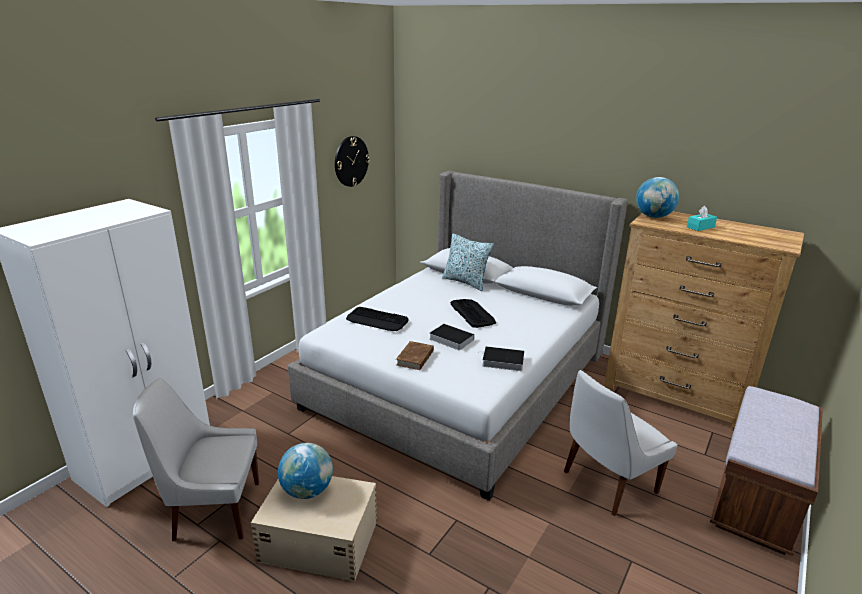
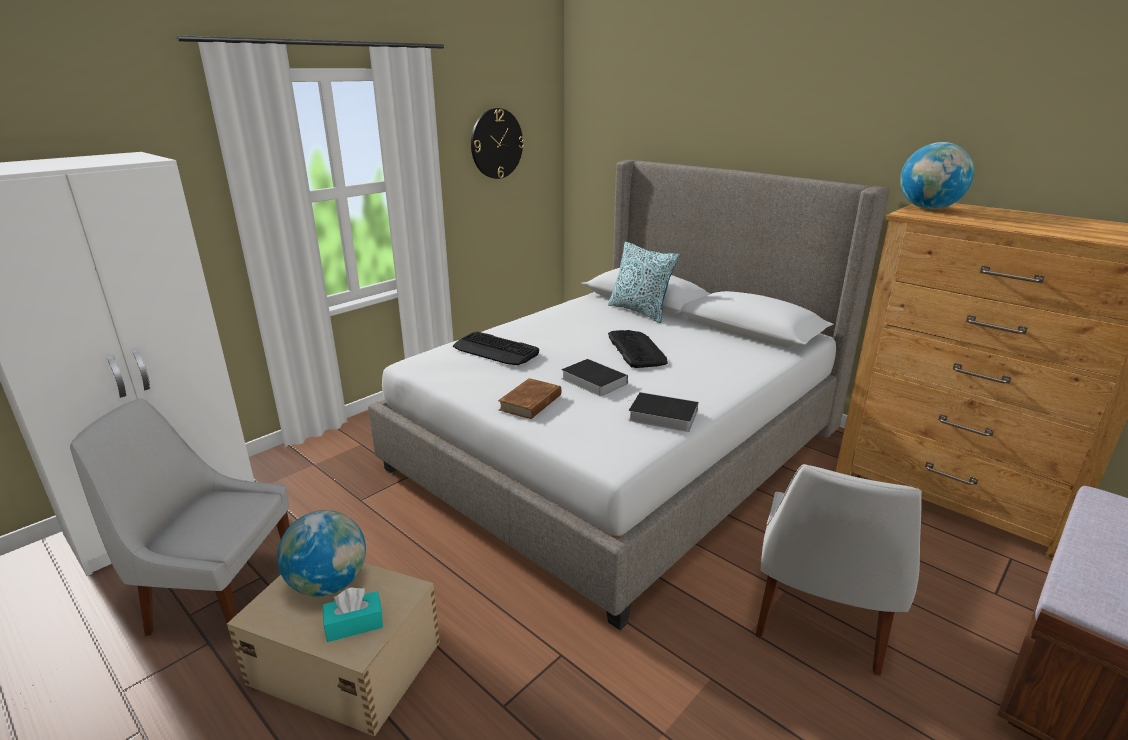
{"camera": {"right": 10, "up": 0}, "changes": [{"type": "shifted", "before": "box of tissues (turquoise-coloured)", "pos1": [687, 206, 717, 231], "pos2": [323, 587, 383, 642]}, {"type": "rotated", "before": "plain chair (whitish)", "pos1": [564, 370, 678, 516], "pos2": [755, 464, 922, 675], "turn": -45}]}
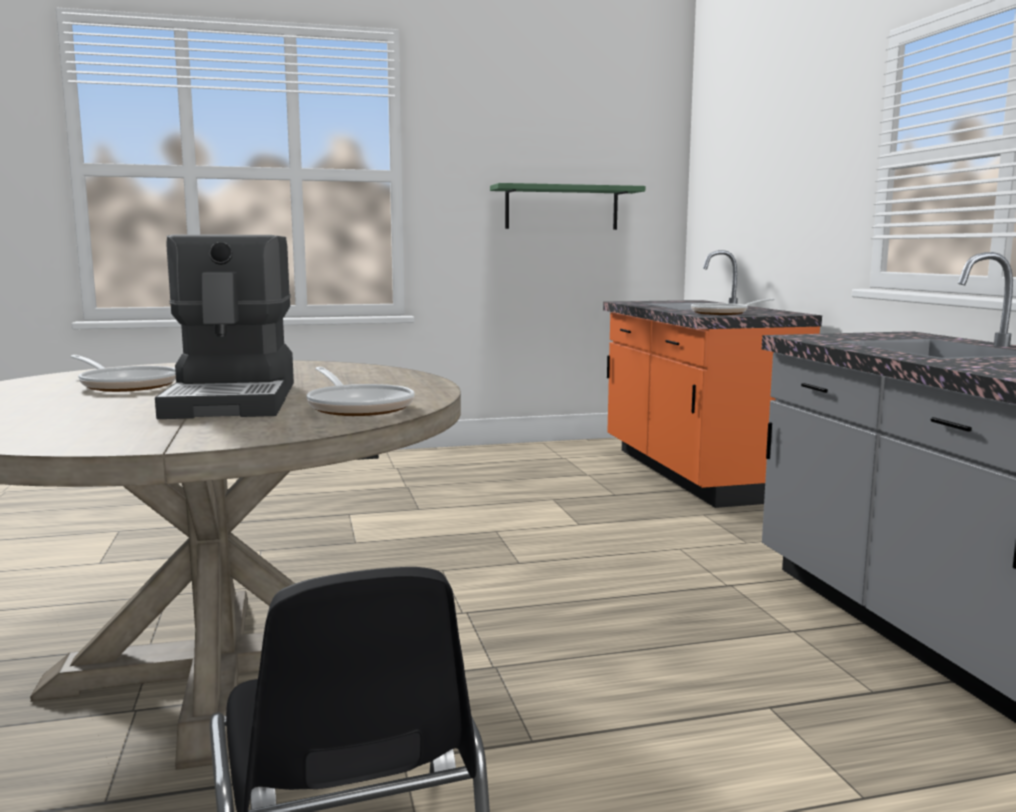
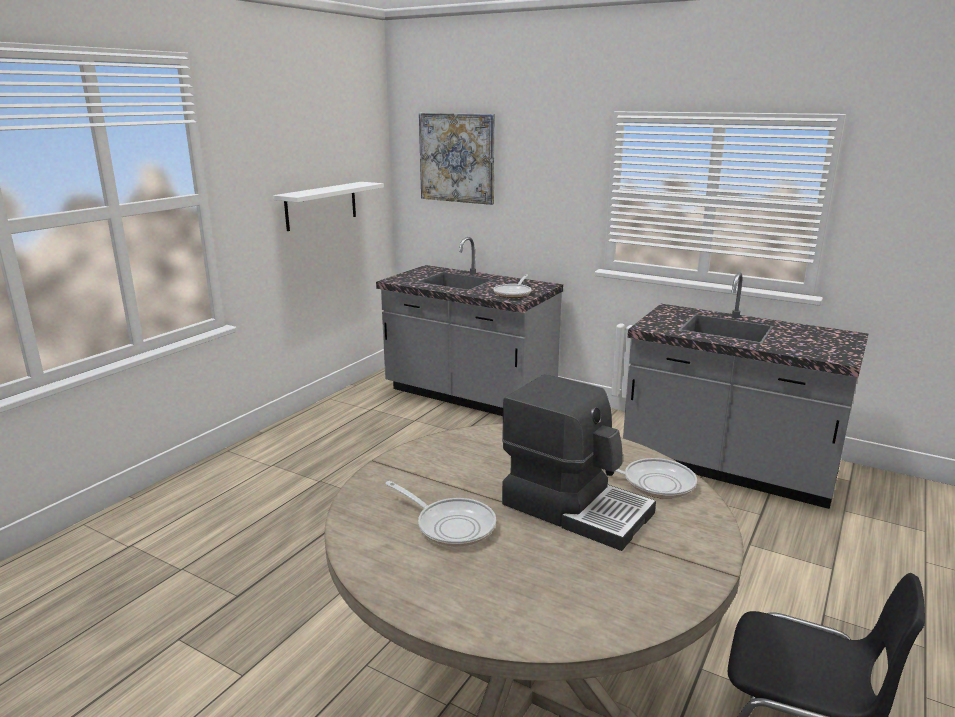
{"camera": {"right": -45, "up": 10}, "changes": [{"type": "new", "after": "picture", "pos2": [419, 113, 495, 205]}, {"type": "repainted", "before": "bracket shelf (green-coloured)", "after": "bracket shelf (whitish)", "pos1": [490, 183, 645, 230], "pos2": [273, 182, 384, 231]}, {"type": "repainted", "before": "kitchen counter (orange)", "after": "kitchen counter (gray)", "pos1": [603, 250, 822, 508], "pos2": [376, 237, 563, 416]}, {"type": "rotated", "before": "skillet", "pos1": [70, 355, 176, 392], "pos2": [385, 481, 496, 547], "turn": 45}]}
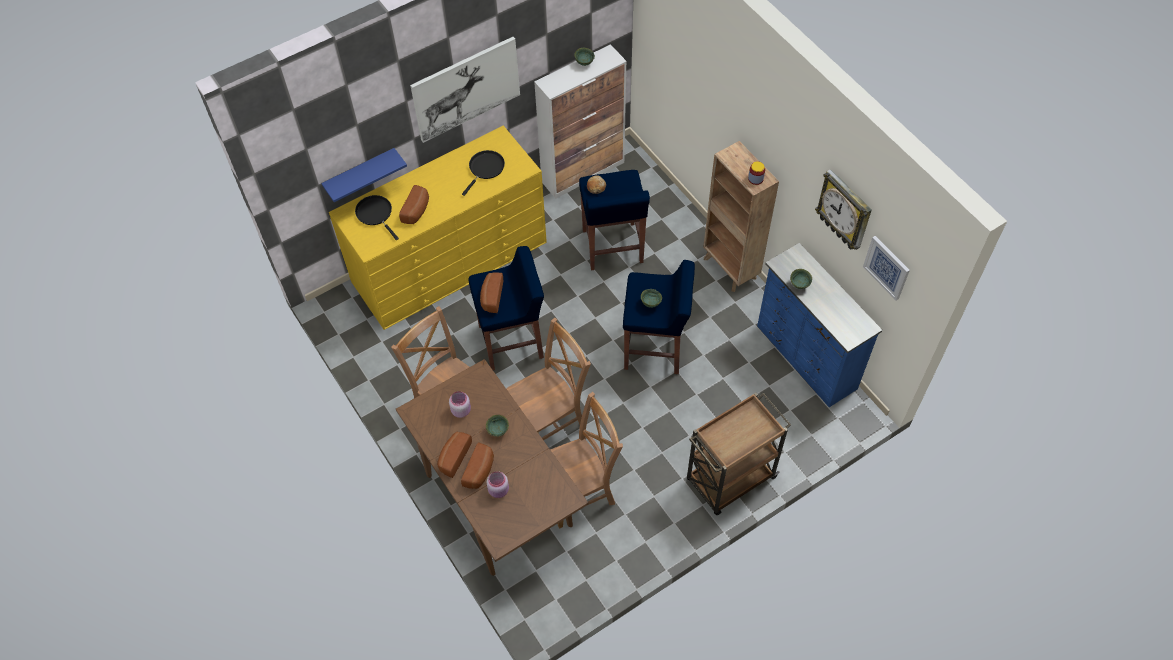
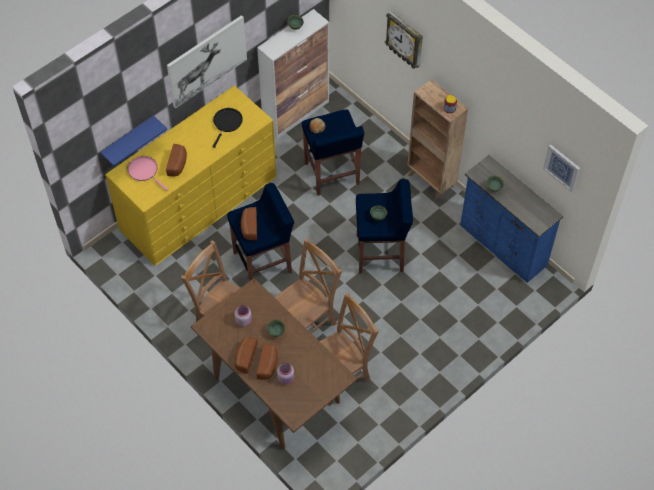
{"camera": {"right": -10, "up": 0}, "changes": [{"type": "gone", "before": "wheeled cart (brown)", "pos1": [687, 392, 791, 515]}, {"type": "shifted", "before": "hanging clock", "pos1": [815, 169, 872, 250], "pos2": [385, 11, 423, 69]}, {"type": "repainted", "before": "skillet (black-coloured)", "after": "skillet (pink-coloured)", "pos1": [355, 195, 399, 240], "pos2": [127, 156, 168, 191]}]}
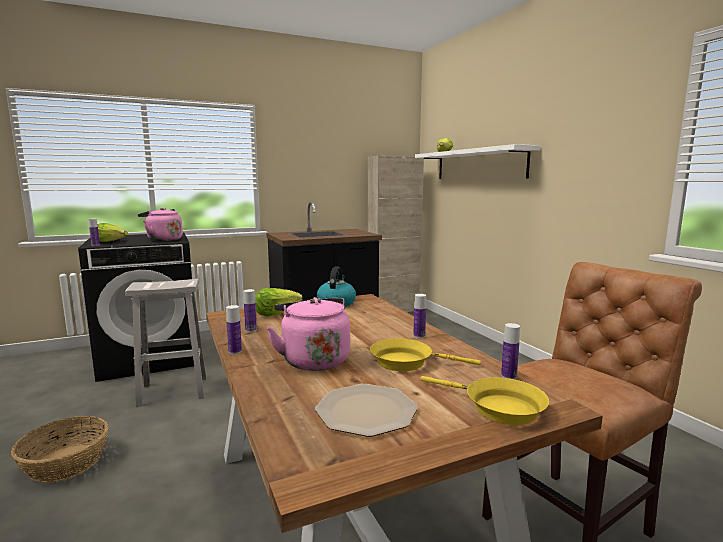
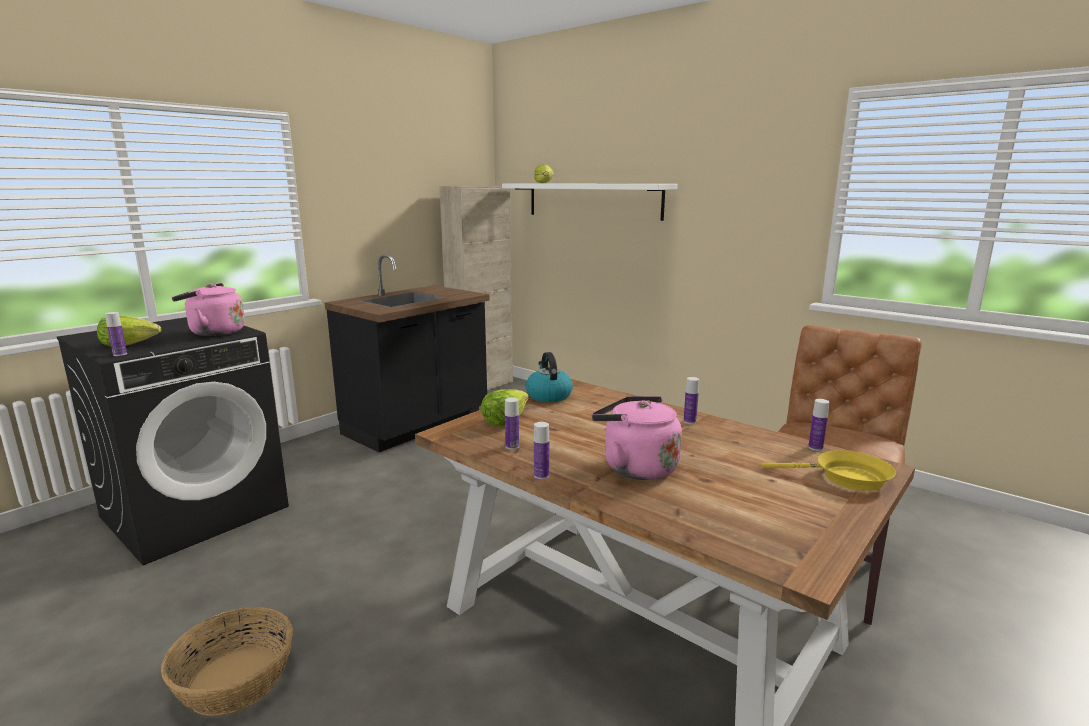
{"camera": {"right": -25, "up": 5}, "changes": [{"type": "gone", "before": "stool (whitish)", "pos1": [125, 279, 206, 407]}, {"type": "gone", "before": "flat dish", "pos1": [315, 384, 418, 437]}, {"type": "gone", "before": "skillet (yellow)", "pos1": [370, 339, 481, 371]}]}
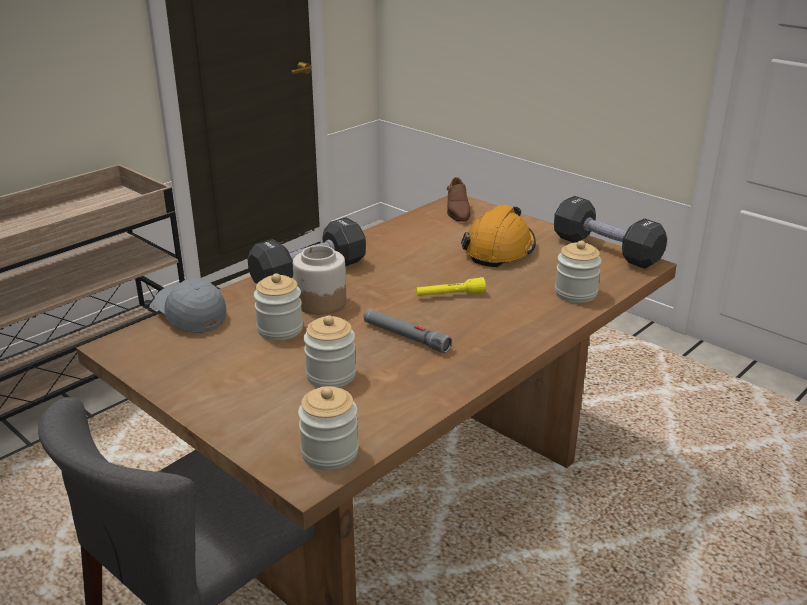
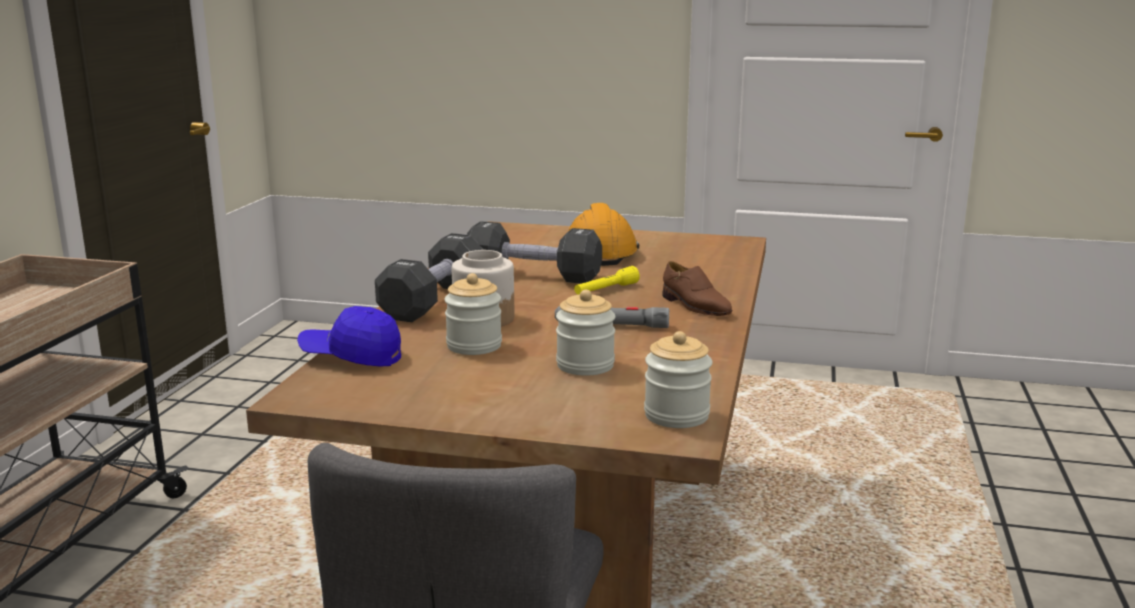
{"camera": {"right": -30, "up": -10}, "changes": [{"type": "gone", "before": "storage jar", "pos1": [555, 241, 602, 303]}, {"type": "shifted", "before": "item of footwear (brown)", "pos1": [447, 177, 470, 222], "pos2": [662, 261, 732, 316]}, {"type": "shifted", "before": "dumbbell (black-coloured)", "pos1": [554, 196, 667, 269], "pos2": [467, 221, 602, 284]}, {"type": "repainted", "before": "baseball cap (gray)", "after": "baseball cap (bluish)", "pos1": [153, 279, 226, 333], "pos2": [297, 306, 401, 367]}]}
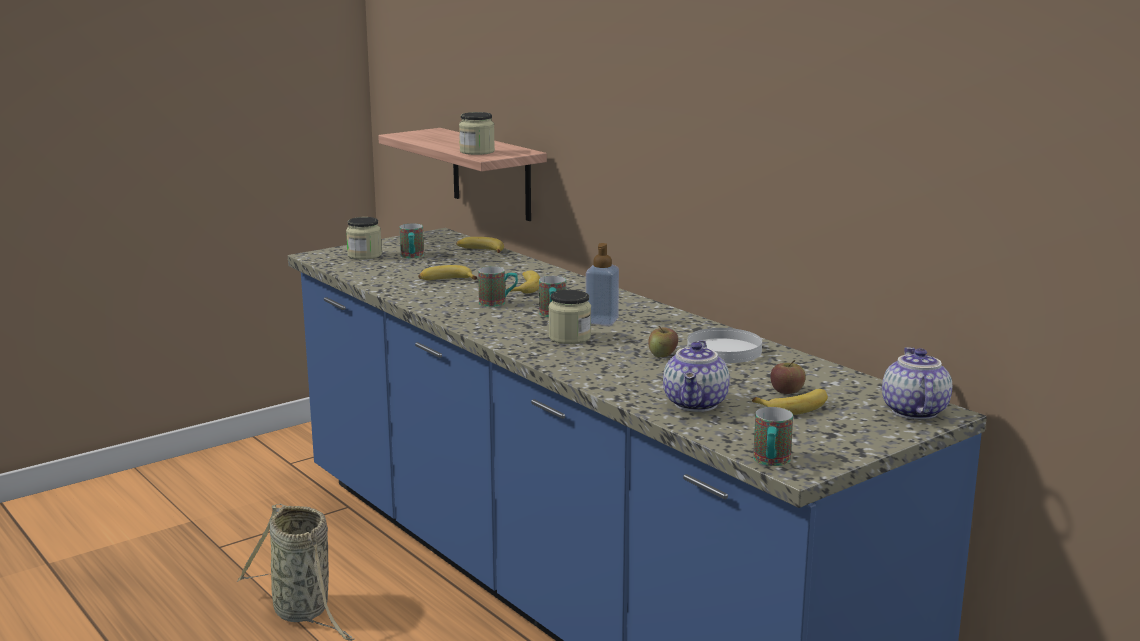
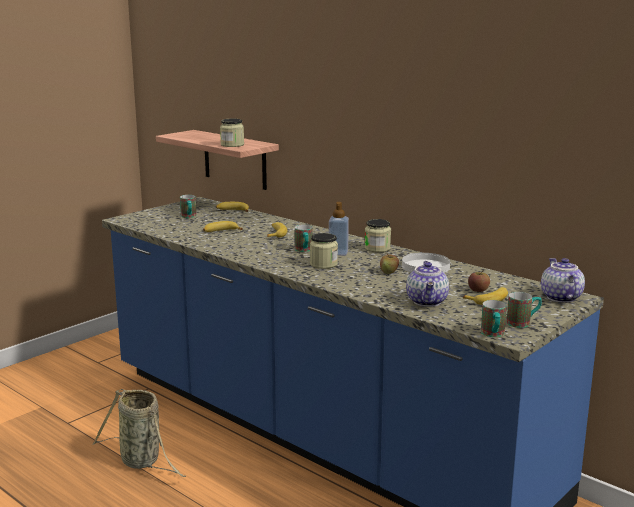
{"camera": {"right": -10, "up": 0}, "changes": [{"type": "shifted", "before": "storage jar", "pos1": [346, 217, 382, 260], "pos2": [365, 219, 391, 252]}, {"type": "shifted", "before": "tea mug", "pos1": [478, 266, 518, 307], "pos2": [506, 292, 542, 328]}]}
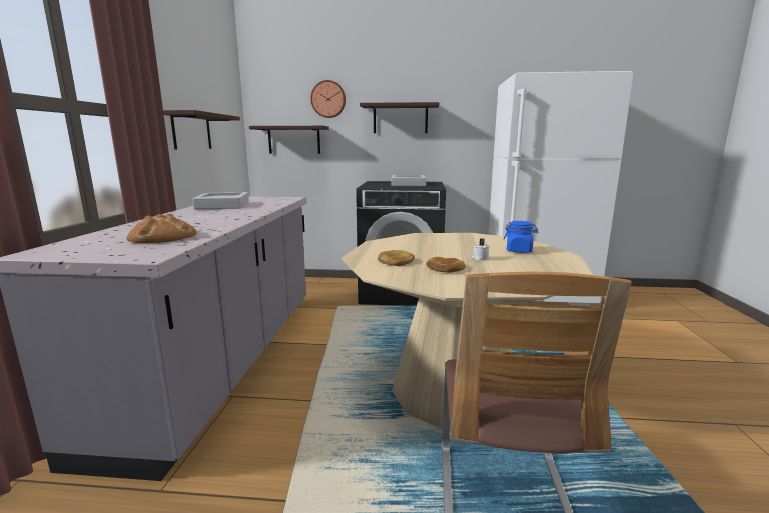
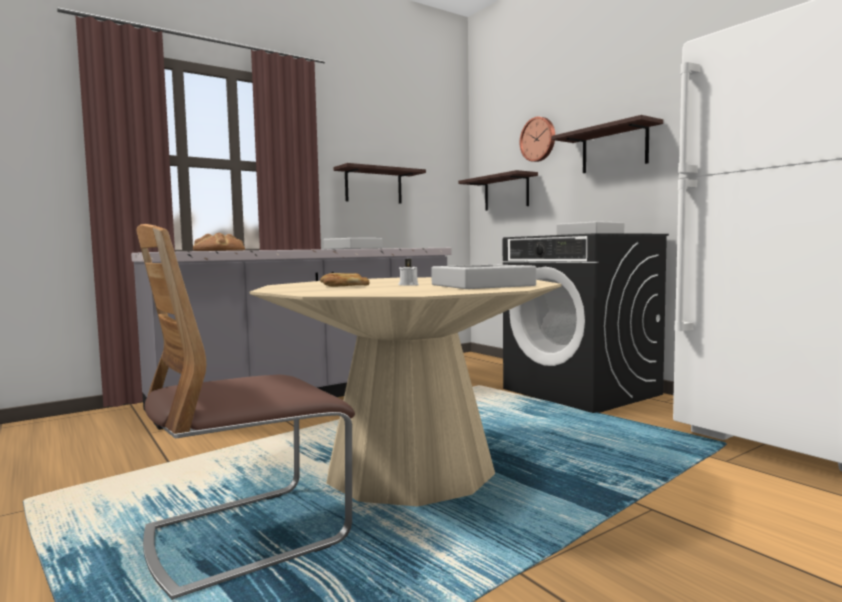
{"camera": {"right": 50, "up": -10}, "changes": [{"type": "swapped", "before": "storage jar (bluish)", "after": "tray (gray)", "pos1": [504, 221, 539, 253], "pos2": [431, 264, 536, 289]}]}
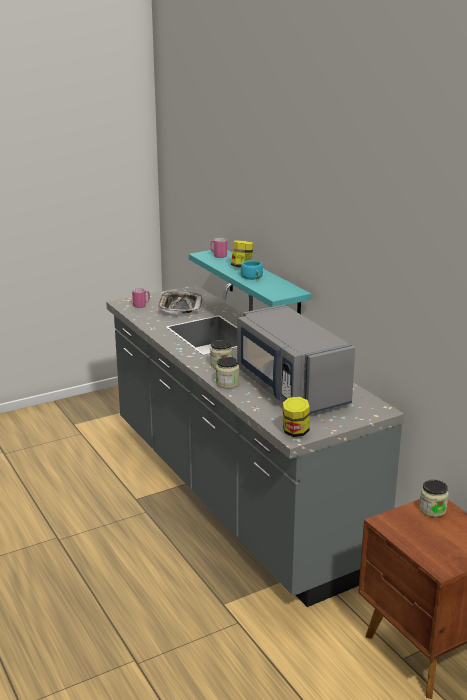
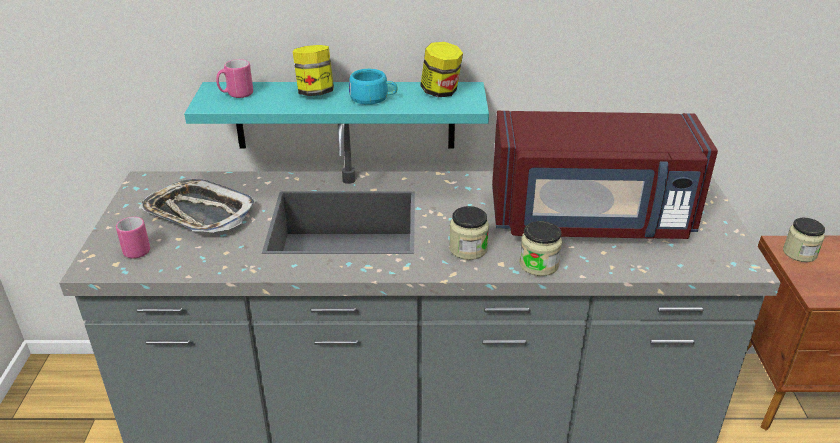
{"camera": {"right": -60, "up": 10}, "changes": [{"type": "shifted", "before": "storage jar", "pos1": [283, 396, 309, 437], "pos2": [420, 42, 463, 98]}, {"type": "repainted", "before": "microwave (gray)", "after": "microwave (red-coloured)", "pos1": [237, 304, 355, 414], "pos2": [492, 111, 718, 239]}]}
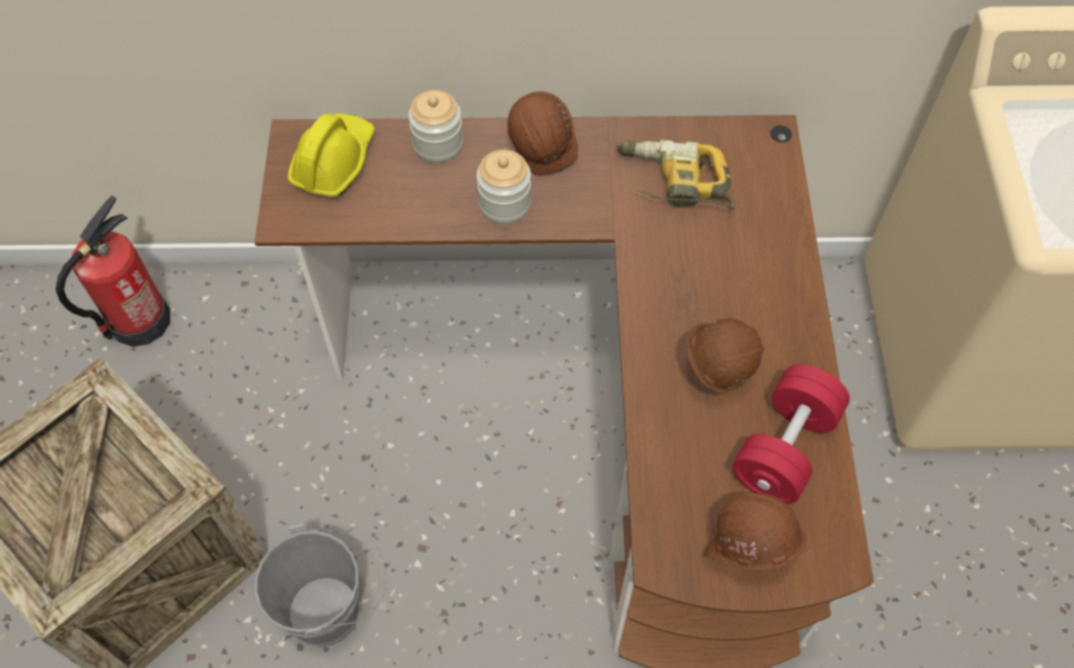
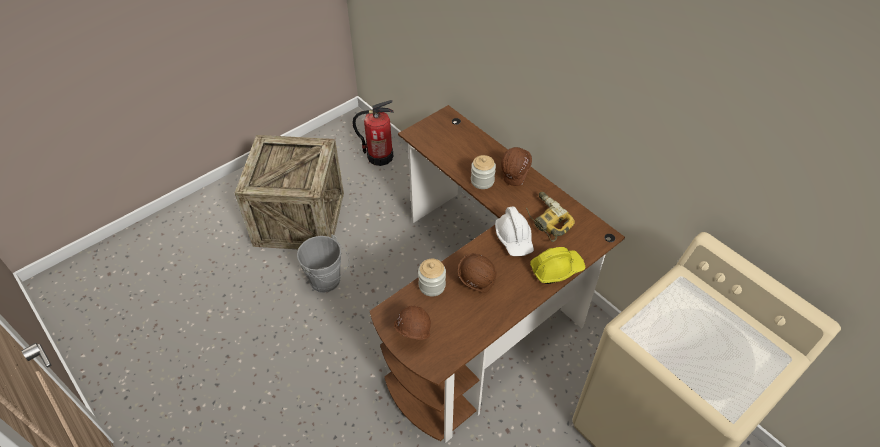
{"camera": {"right": 50, "up": -10}, "changes": [{"type": "gone", "before": "dumbbell (red-coloured)", "pos1": [732, 364, 850, 504]}, {"type": "new", "after": "work helmet (whitish)", "pos2": [495, 206, 534, 256]}, {"type": "shifted", "before": "work helmet (yellow)", "pos1": [288, 113, 375, 197], "pos2": [530, 247, 585, 284]}, {"type": "shifted", "before": "storage jar", "pos1": [408, 90, 463, 163], "pos2": [418, 259, 446, 296]}]}
